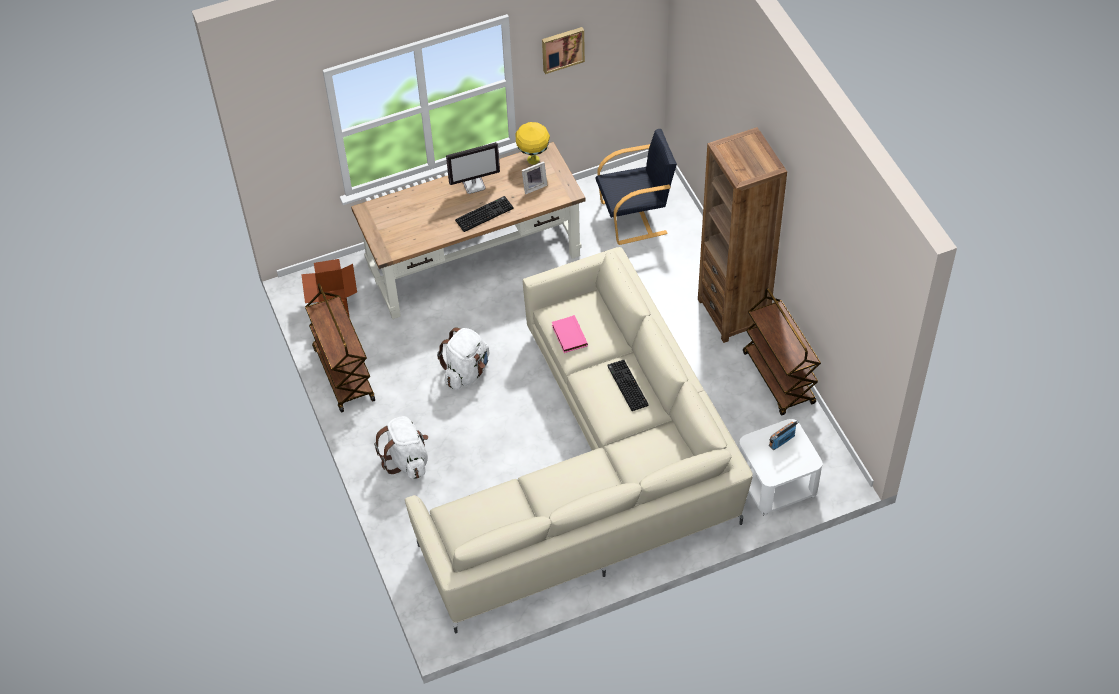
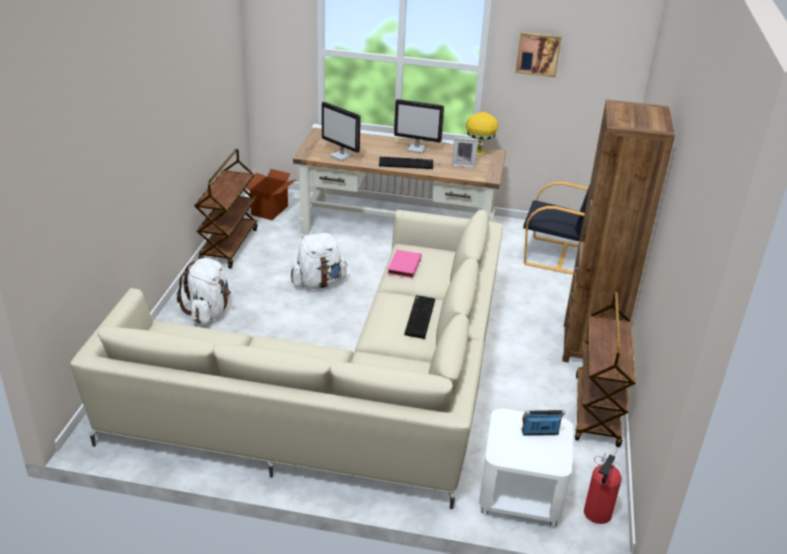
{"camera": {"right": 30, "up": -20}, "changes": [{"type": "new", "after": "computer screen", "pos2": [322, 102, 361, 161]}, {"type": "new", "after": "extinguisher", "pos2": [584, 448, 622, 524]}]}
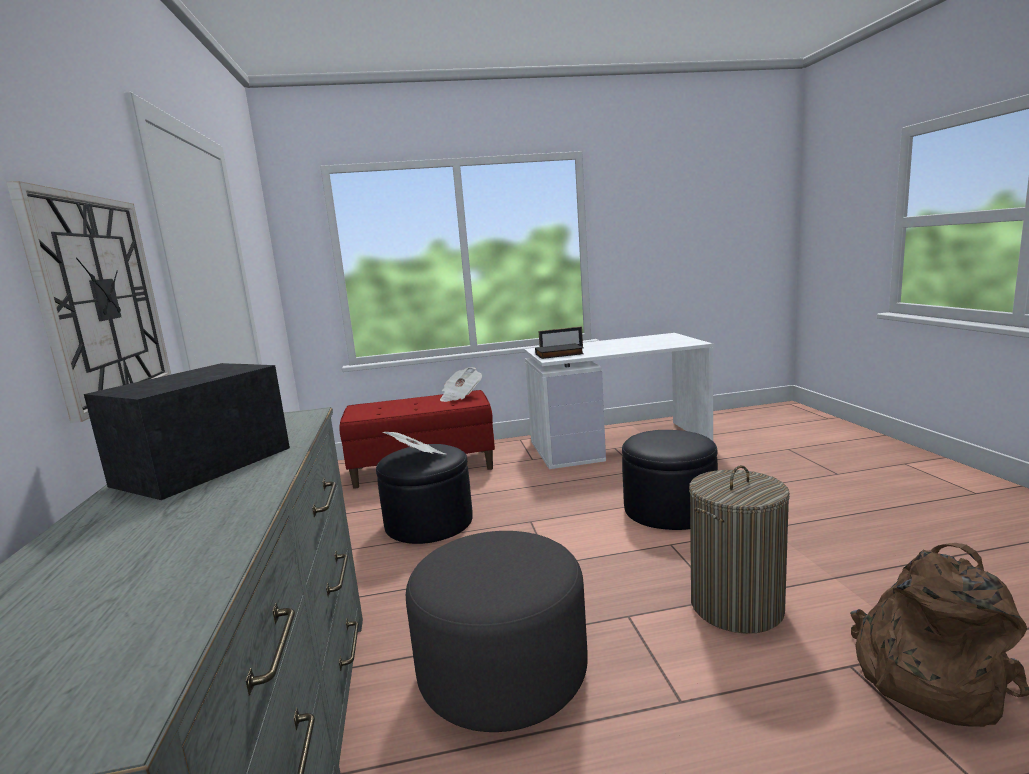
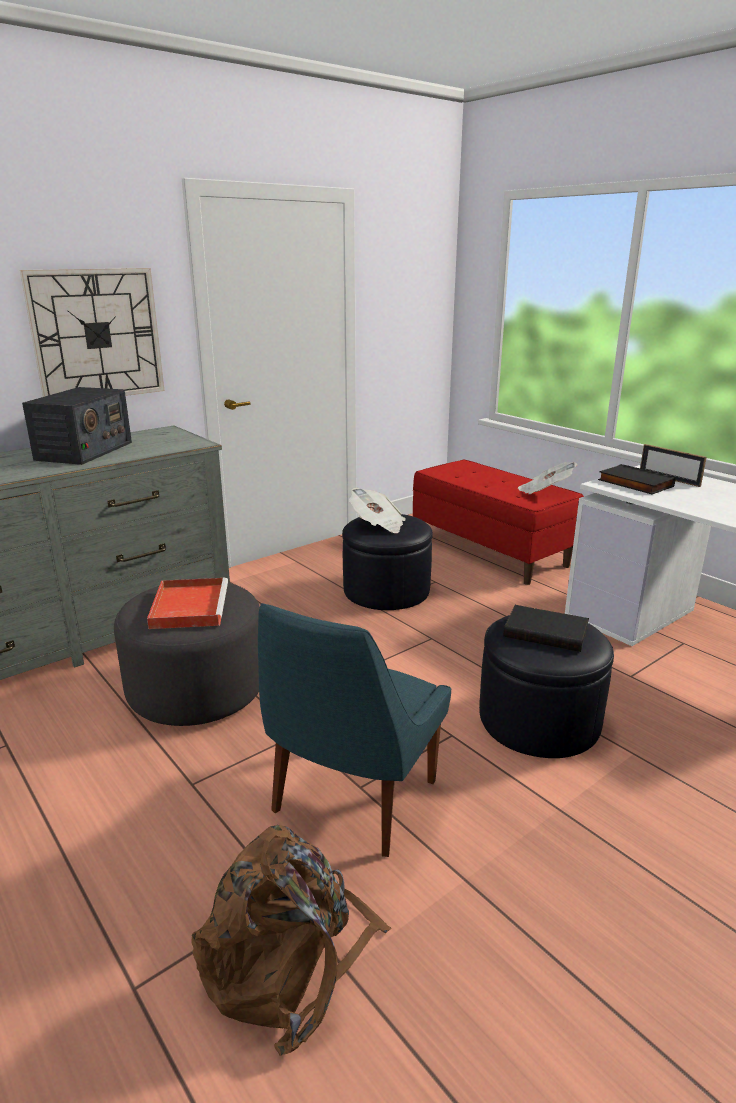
{"camera": {"right": 60, "up": 10}, "changes": [{"type": "new", "after": "tray (red-coloured)", "pos2": [147, 578, 228, 629]}, {"type": "new", "after": "volume (black-coloured)", "pos2": [504, 605, 589, 652]}, {"type": "swapped", "before": "hamper", "after": "plain chair (bluish)", "pos1": [689, 465, 790, 634], "pos2": [258, 603, 451, 857]}, {"type": "rotated", "before": "radio", "pos1": [84, 363, 290, 500], "pos2": [22, 387, 132, 465], "turn": 105}]}
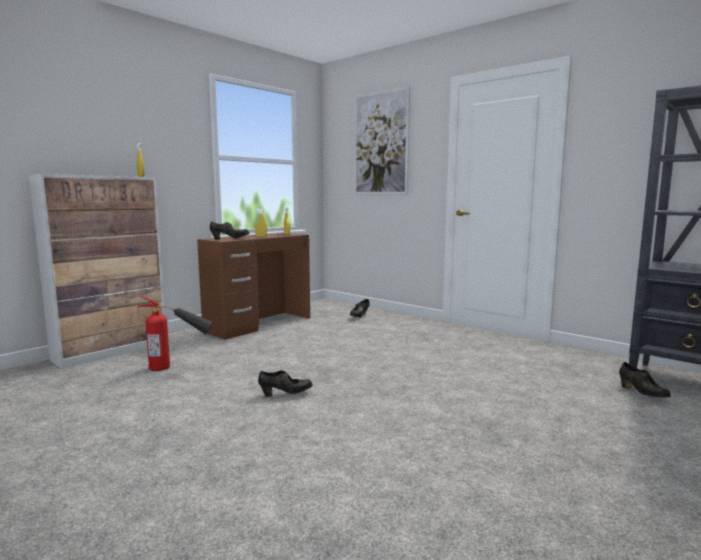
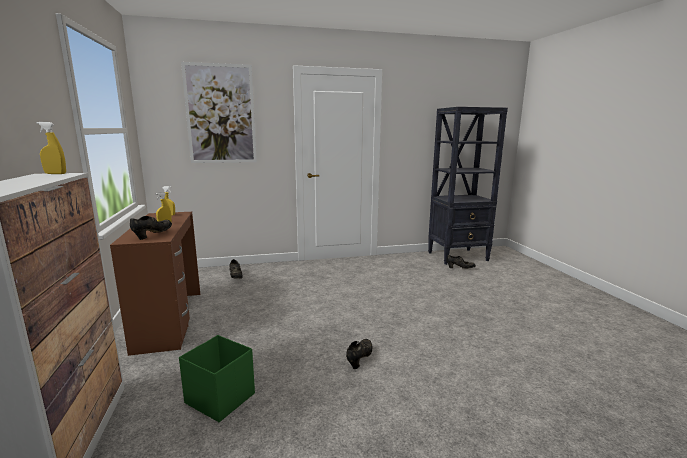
{"camera": {"right": -55, "up": 5}, "changes": [{"type": "swapped", "before": "extinguisher", "after": "storage bin (green-coloured)", "pos1": [137, 295, 213, 371], "pos2": [179, 335, 255, 422]}]}
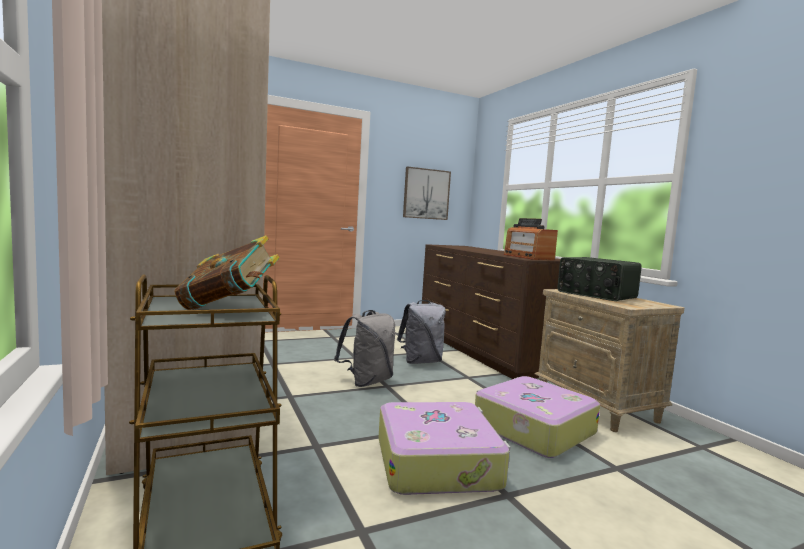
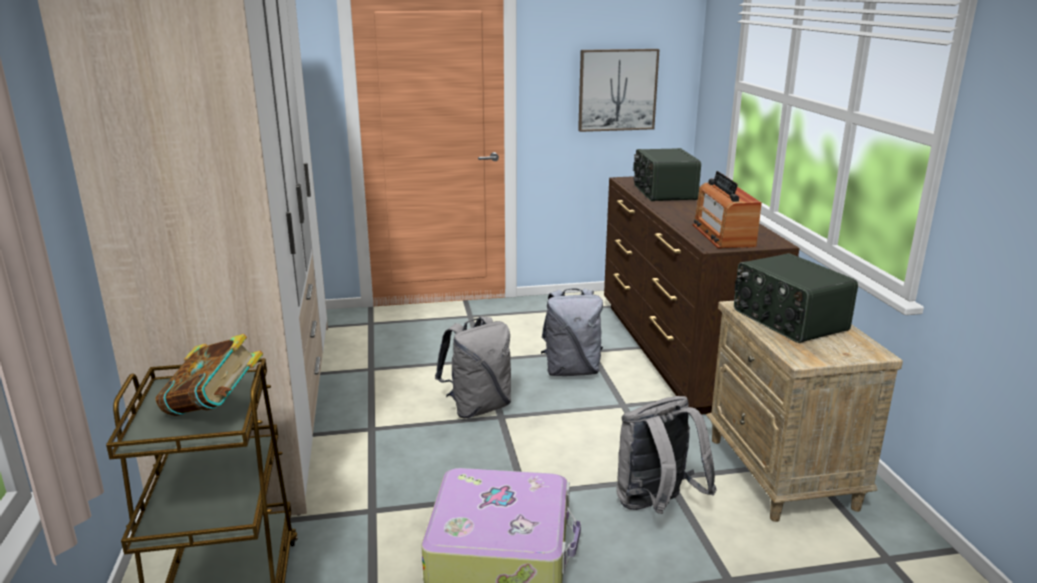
{"camera": {"right": 15, "up": 15}, "changes": [{"type": "new", "after": "radio", "pos2": [633, 148, 701, 201]}, {"type": "swapped", "before": "travel case", "after": "backpack (gray)", "pos1": [475, 376, 600, 458], "pos2": [616, 396, 717, 514]}]}
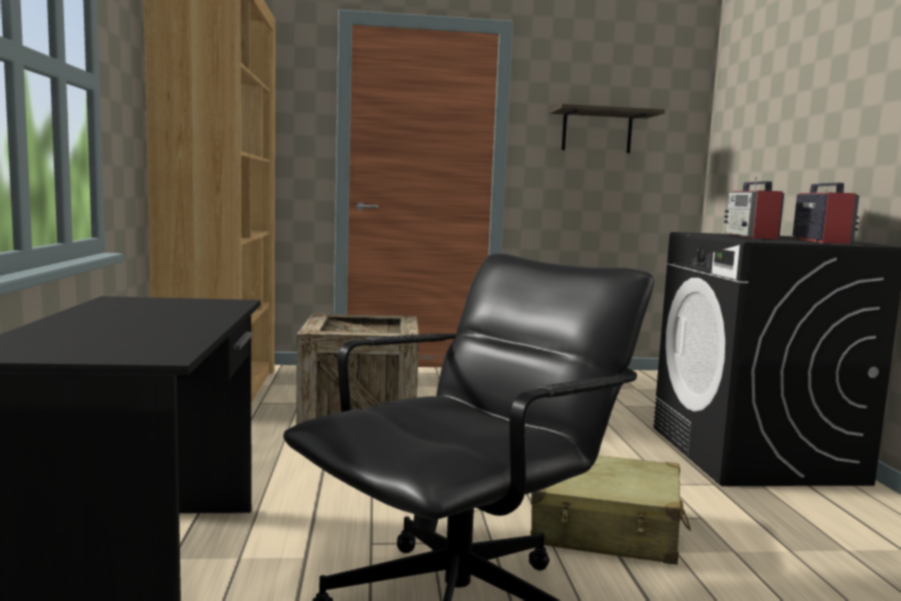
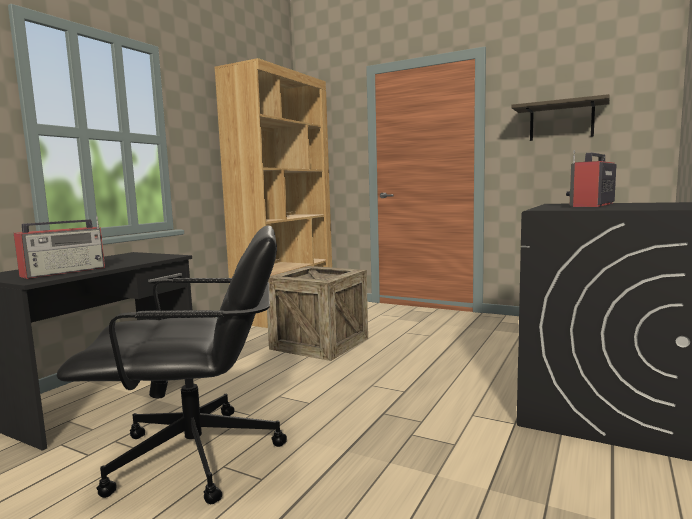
{"camera": {"right": 35, "up": 0}, "changes": [{"type": "gone", "before": "travel case (sand-coloured)", "pos1": [531, 455, 691, 565]}, {"type": "shifted", "before": "radio", "pos1": [793, 181, 859, 244], "pos2": [14, 216, 105, 279]}]}
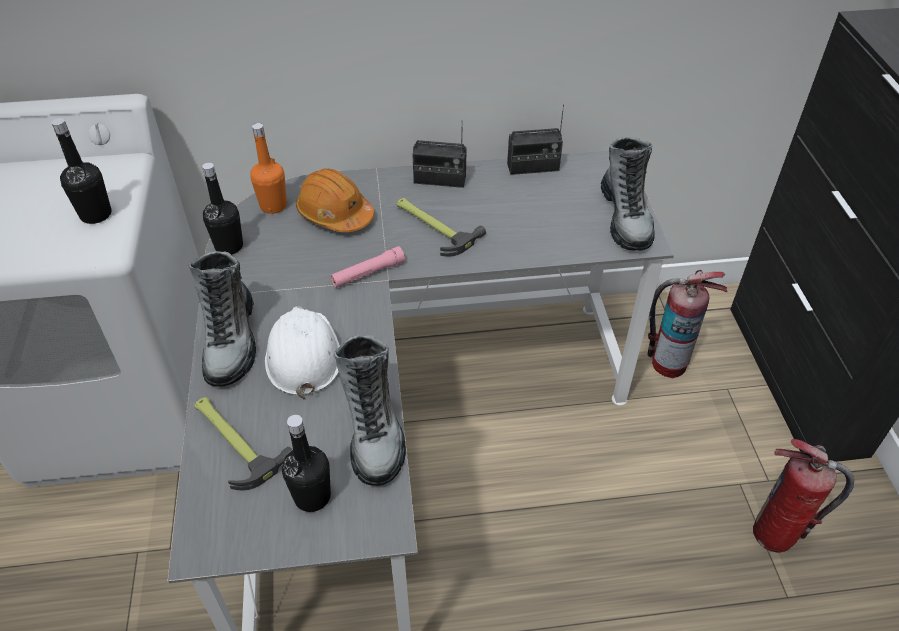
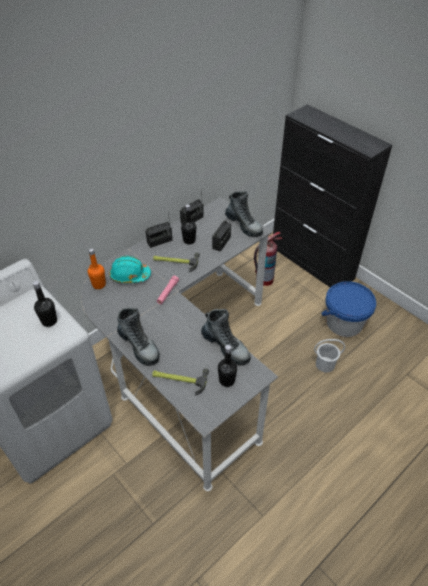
{"camera": {"right": -35, "up": 0}, "changes": [{"type": "gone", "before": "work helmet (whitish)", "pos1": [265, 306, 340, 399]}, {"type": "new", "after": "radio", "pos2": [212, 209, 231, 252]}, {"type": "new", "after": "pail (whitish)", "pos2": [314, 339, 345, 373]}, {"type": "shifted", "before": "beverage bottle (black-coloured)", "pos1": [202, 163, 243, 255], "pos2": [181, 204, 196, 244]}, {"type": "swapped", "before": "extinguisher", "after": "pail (bluish)", "pos1": [753, 439, 854, 553], "pos2": [321, 281, 376, 337]}, {"type": "repainted", "before": "work helmet (orange)", "after": "work helmet (turquoise-coloured)", "pos1": [296, 168, 374, 232], "pos2": [109, 256, 151, 283]}]}
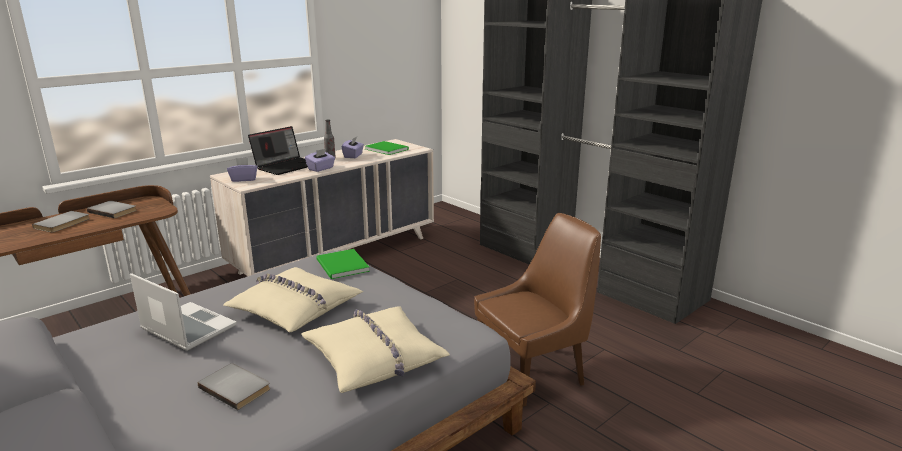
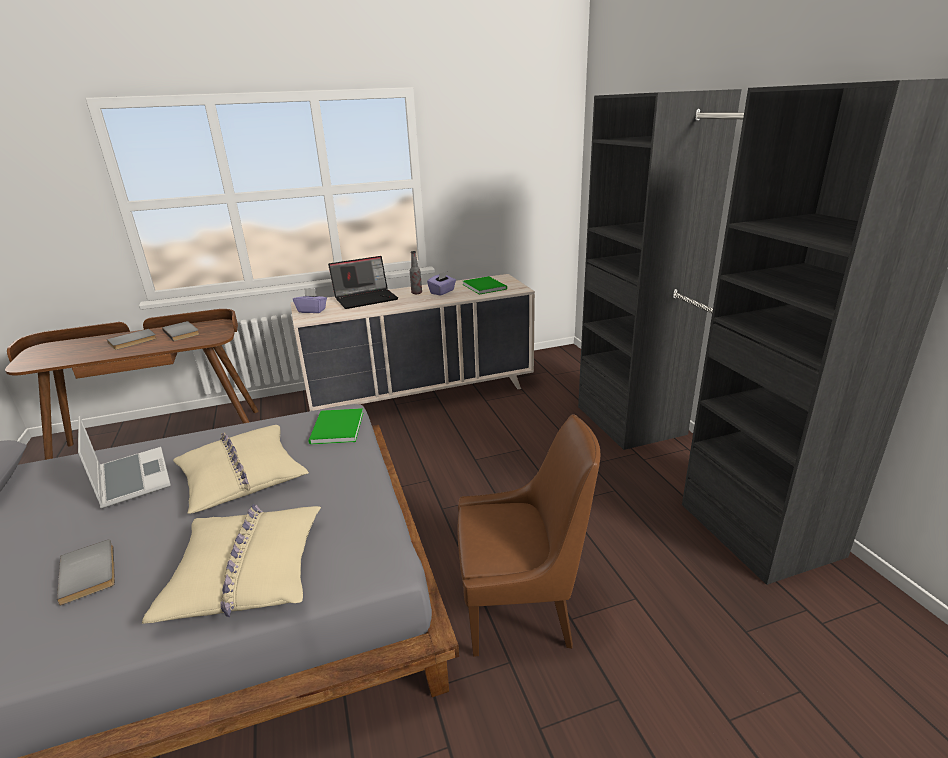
{"camera": {"right": 25, "up": 5}, "changes": [{"type": "gone", "before": "box of tissues (purple)", "pos1": [305, 149, 335, 172]}]}
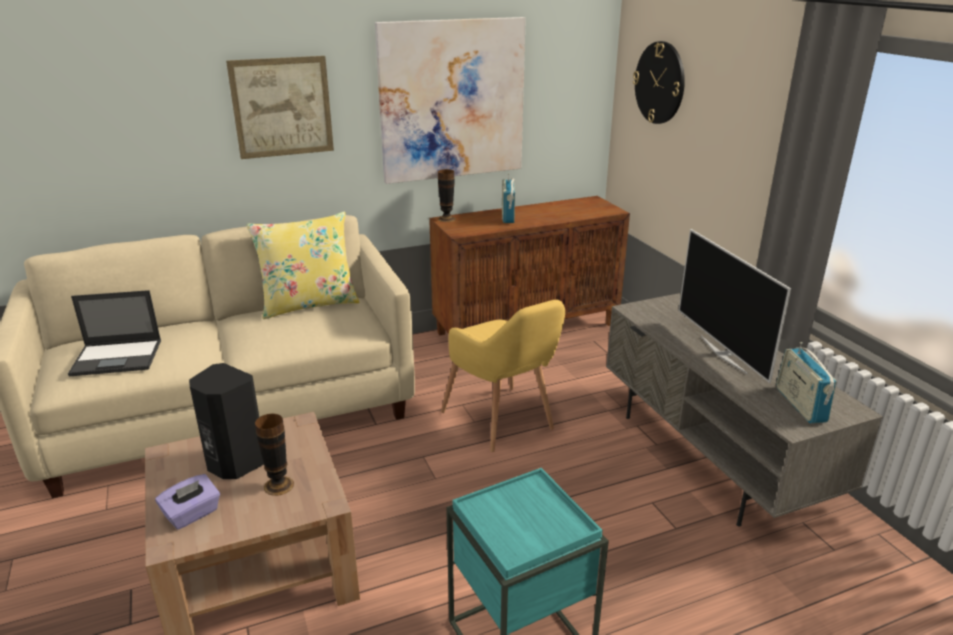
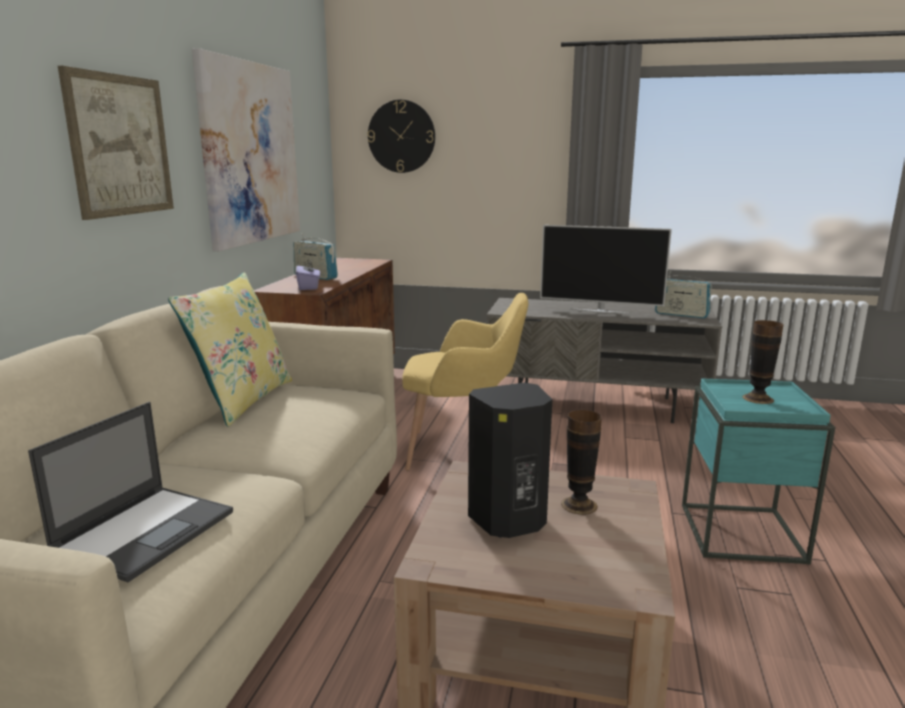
{"camera": {"right": -55, "up": -10}, "changes": [{"type": "shifted", "before": "box of tissues (purple)", "pos1": [155, 474, 220, 530], "pos2": [296, 260, 320, 290]}, {"type": "shifted", "before": "flower vase", "pos1": [438, 169, 456, 222], "pos2": [742, 320, 783, 404]}]}
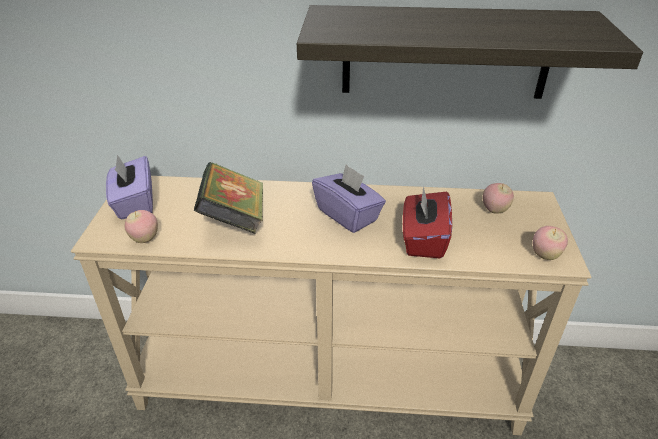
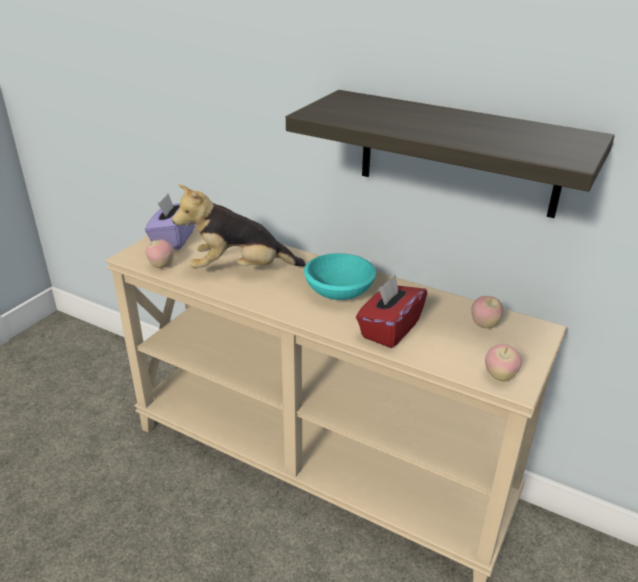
{"camera": {"right": 25, "up": -5}, "changes": [{"type": "swapped", "before": "volume", "after": "soft toy", "pos1": [194, 162, 263, 234], "pos2": [172, 184, 306, 269]}, {"type": "swapped", "before": "box of tissues (purple)", "after": "bowl (turquoise-coloured)", "pos1": [312, 164, 386, 233], "pos2": [304, 253, 376, 300]}]}
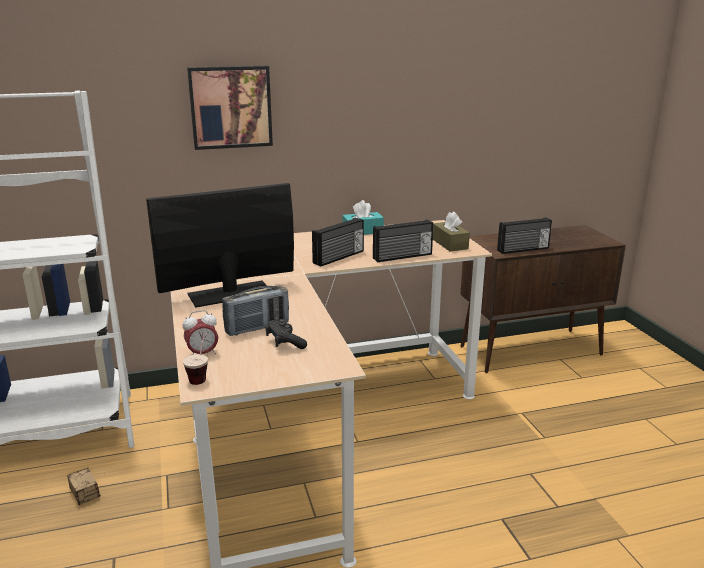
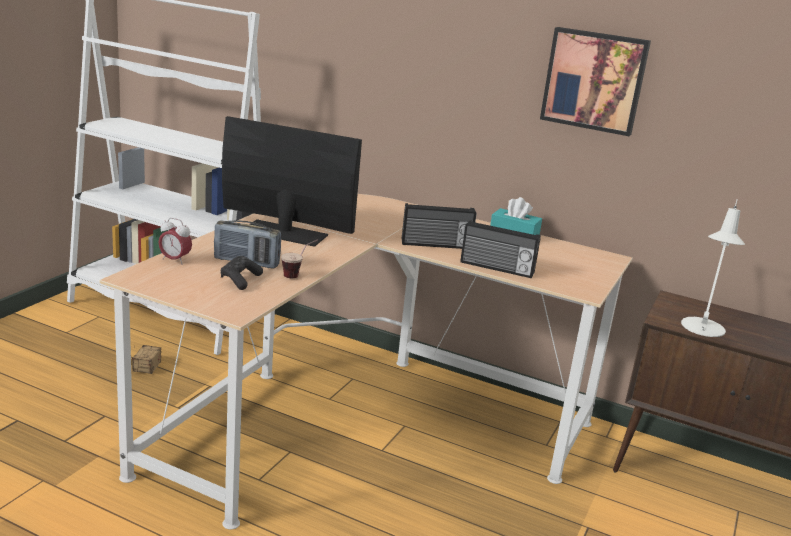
{"camera": {"right": 40, "up": 0}, "changes": [{"type": "gone", "before": "box of tissues (brown)", "pos1": [433, 211, 470, 251]}, {"type": "shifted", "before": "cup", "pos1": [183, 331, 209, 385], "pos2": [281, 239, 318, 278]}, {"type": "shifted", "before": "picture", "pos1": [187, 66, 273, 150], "pos2": [540, 27, 651, 136]}, {"type": "swapped", "before": "radio", "after": "lamp for a table (whitish)", "pos1": [497, 217, 552, 254], "pos2": [681, 199, 745, 337]}]}
